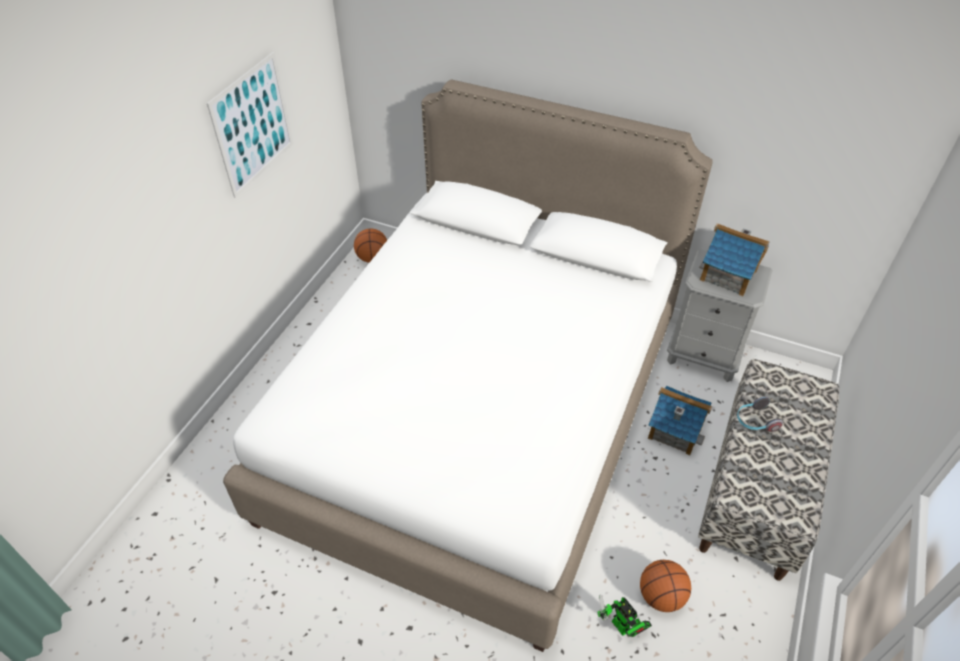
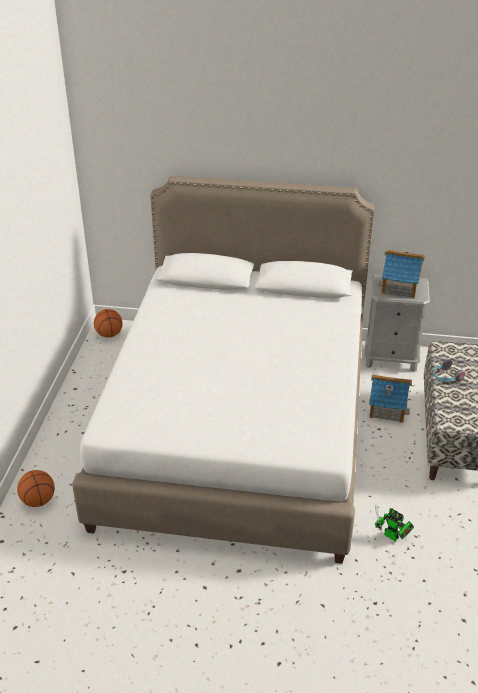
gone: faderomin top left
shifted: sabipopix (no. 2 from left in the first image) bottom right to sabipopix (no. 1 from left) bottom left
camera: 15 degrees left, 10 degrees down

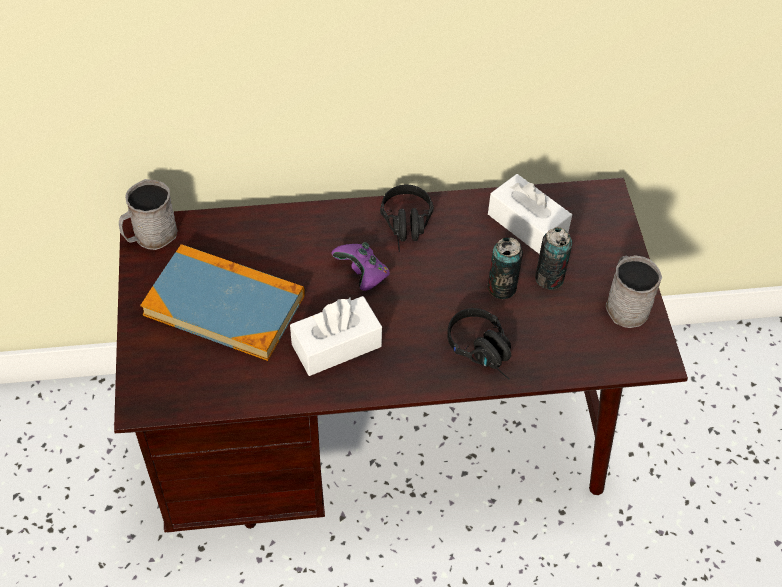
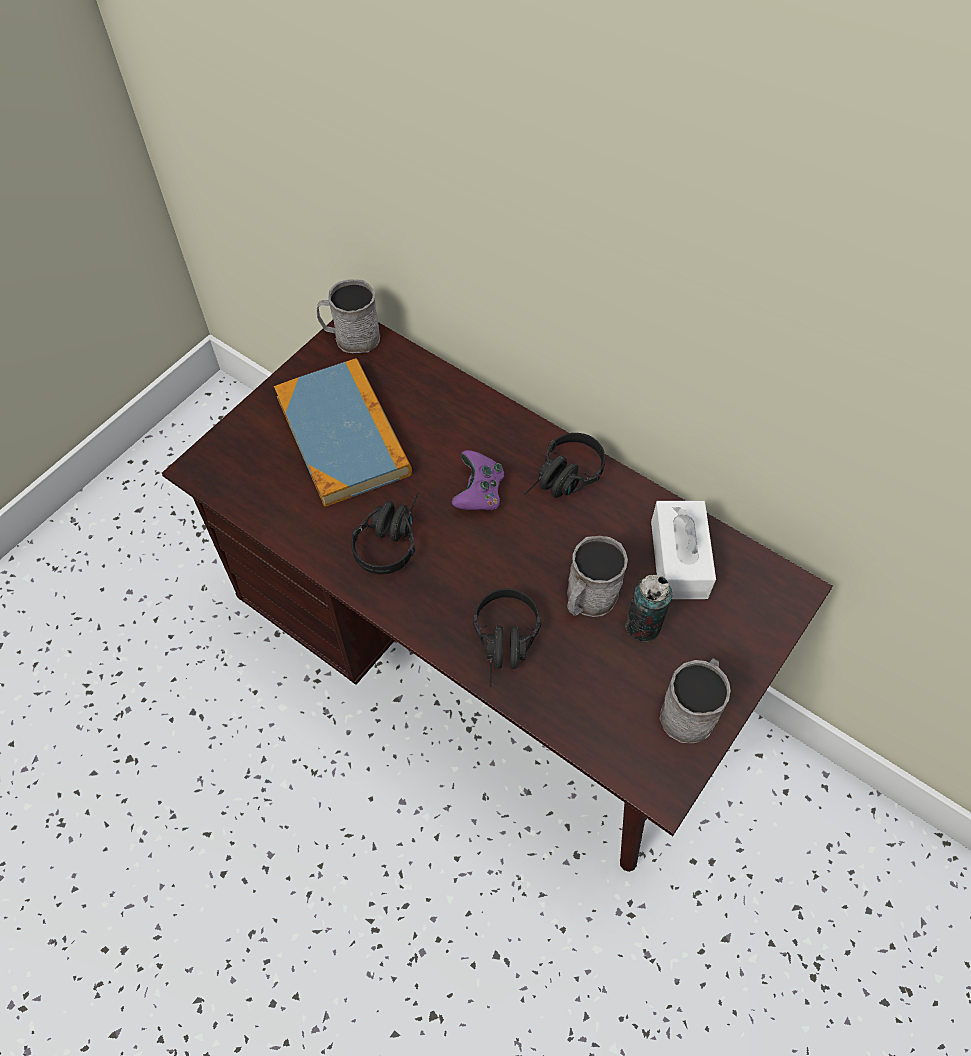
swapped: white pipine (no. 1 from left) centre to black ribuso (no. 1 from left) centre; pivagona (no. 1 from left) centre to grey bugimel (no. 2 from left) centre
camera: 45 degrees right, 5 degrees up

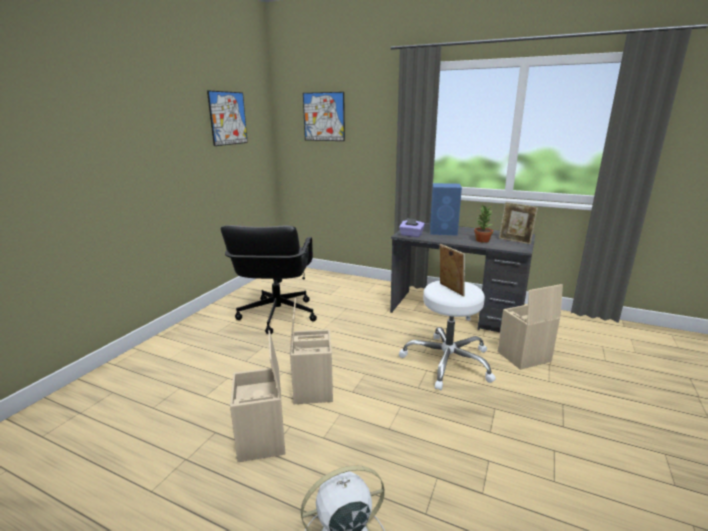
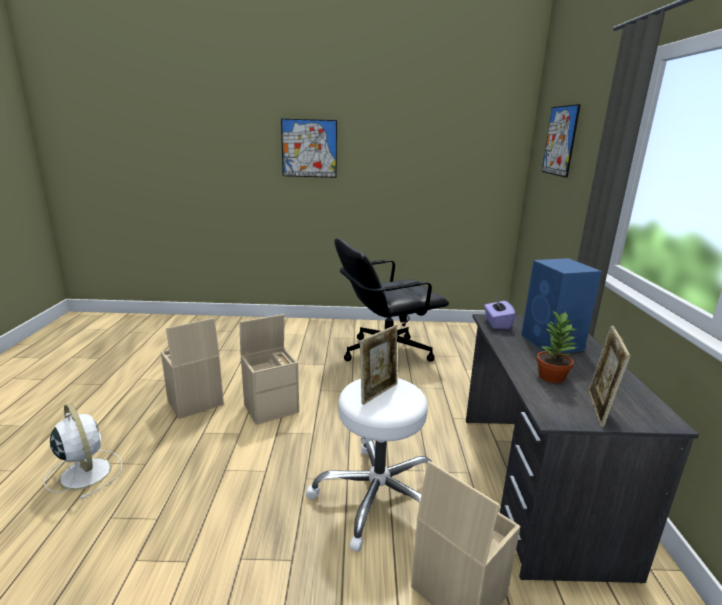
shifted: faderomin (no. 1 from left) top left to top centre
camera: 65 degrees right, 0 degrees up

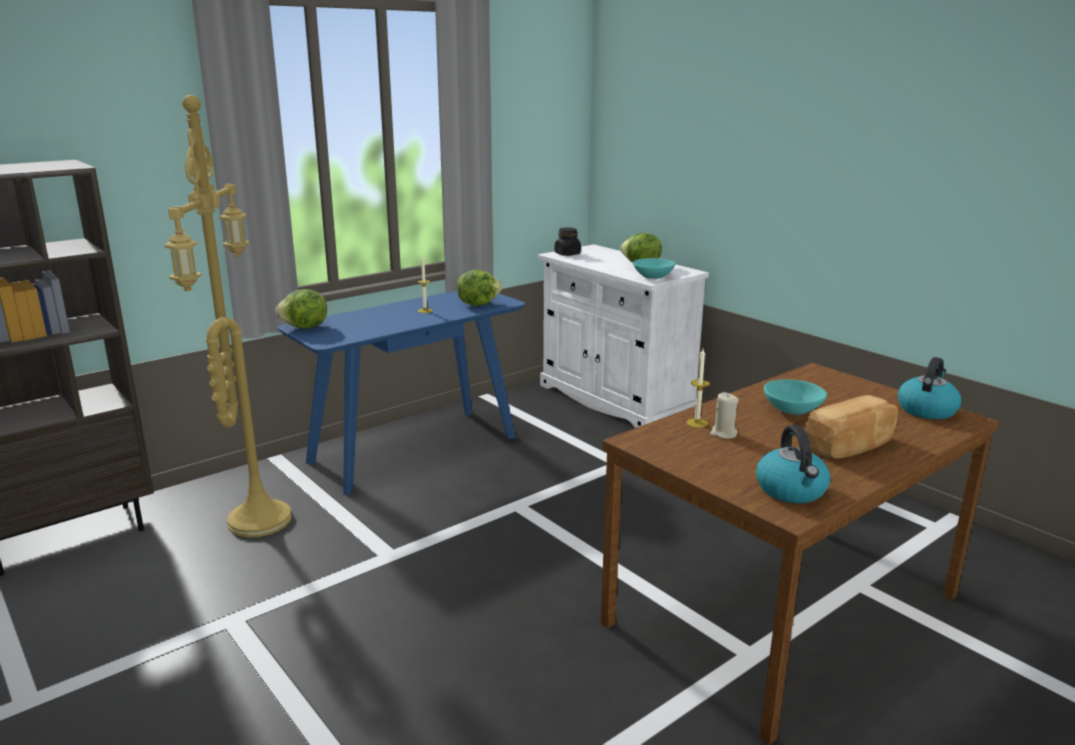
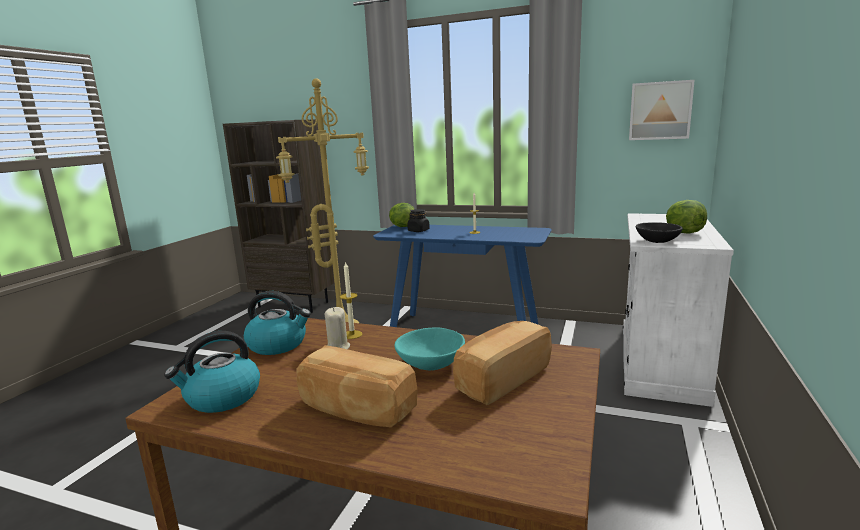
gone: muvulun (no. 2 from left) centre
new: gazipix (no. 2 from left) bottom centre; faderomin top right
shifted: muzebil (no. 2 from left) middle right to middle left; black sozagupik top centre to centre
repainted: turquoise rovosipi (no. 1 from left) centre to black rovosipi middle right
camera: 60 degrees right, 5 degrees down

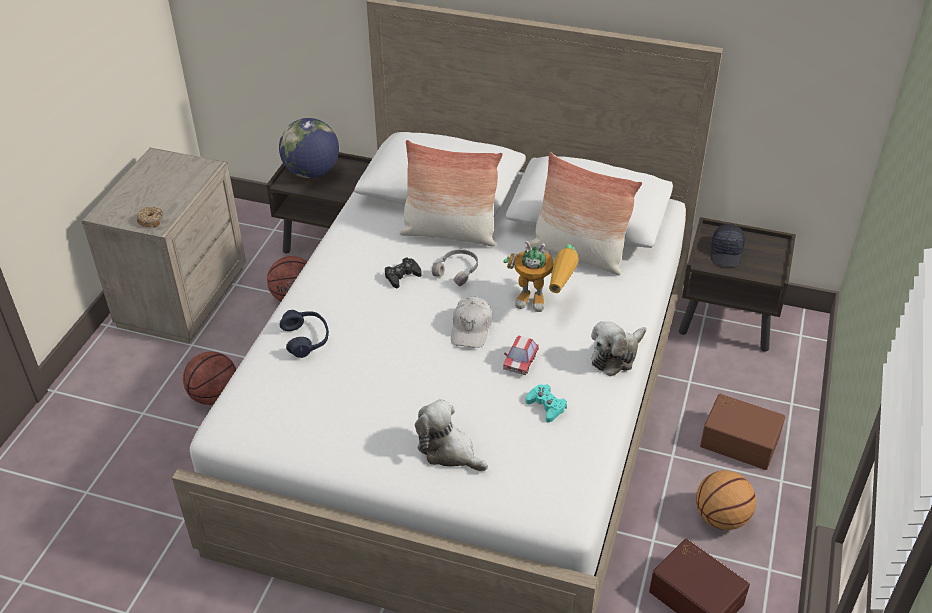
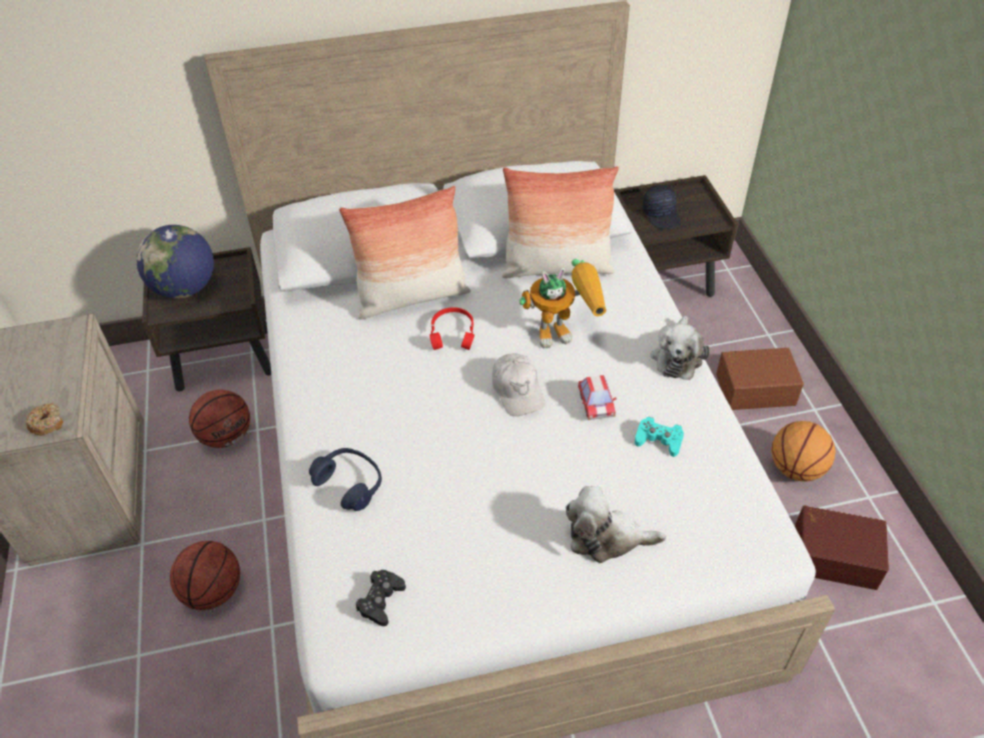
shifted: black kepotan centre to bottom centre
repainted: grey ribuso centre to red ribuso centre
camera: 30 degrees left, 5 degrees up

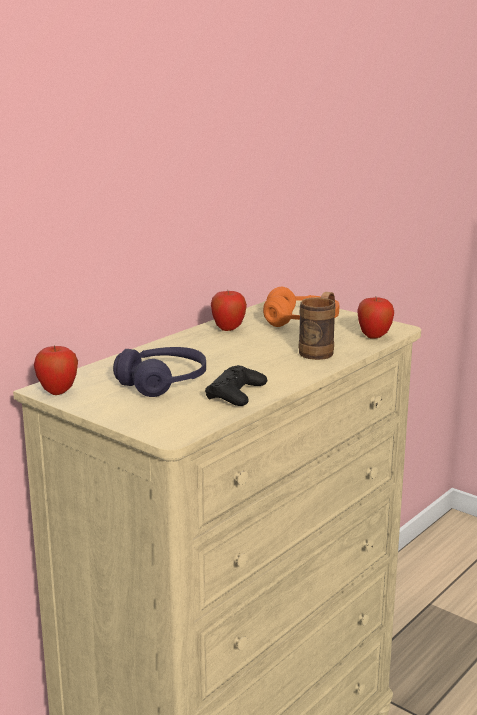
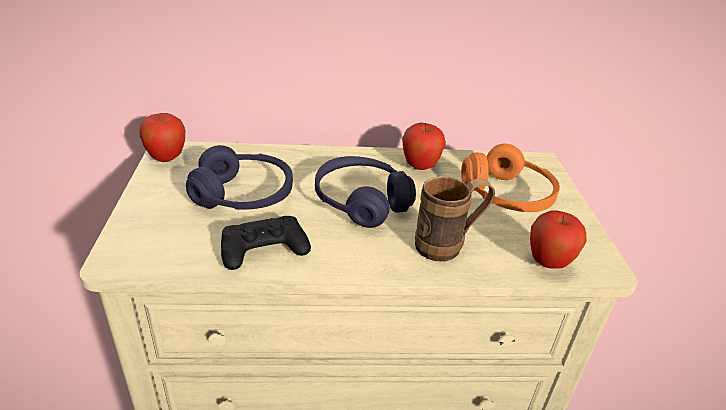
new: purple ribuso (no. 2 from left) centre
camera: 45 degrees right, 15 degrees up

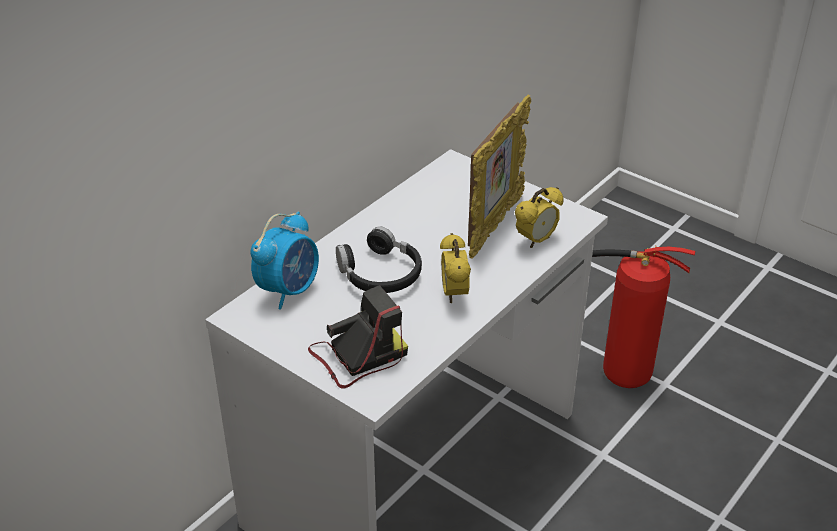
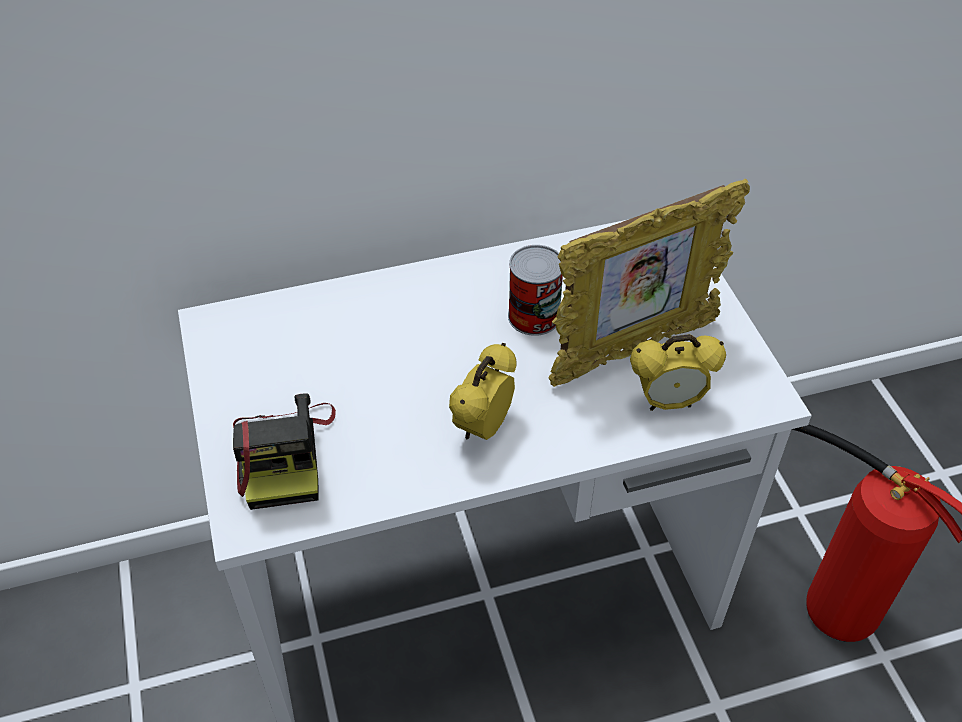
gone: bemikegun (no. 1 from left) centre; black ribuso centre
new: pivagona centre
rotated: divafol centre = middle left 75 degrees clockwise
camera: 35 degrees right, 10 degrees up

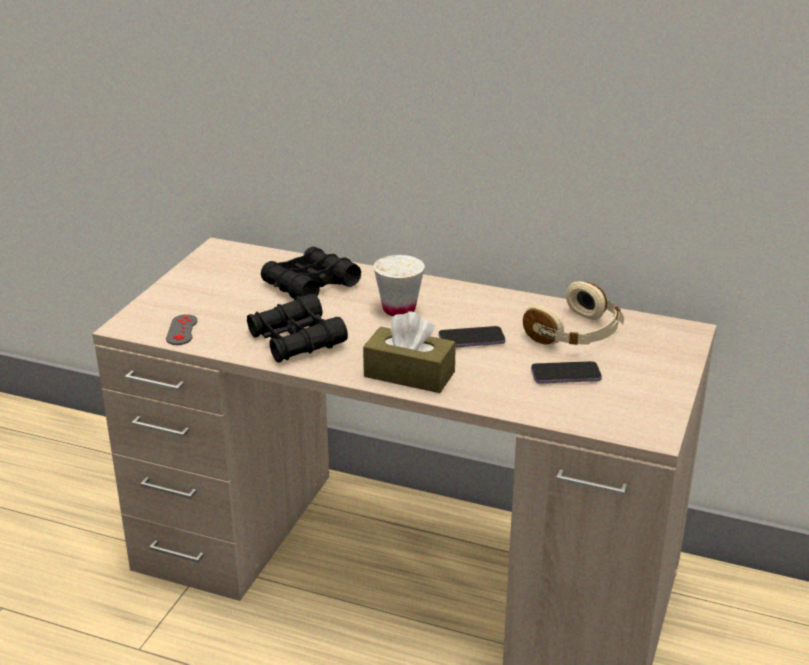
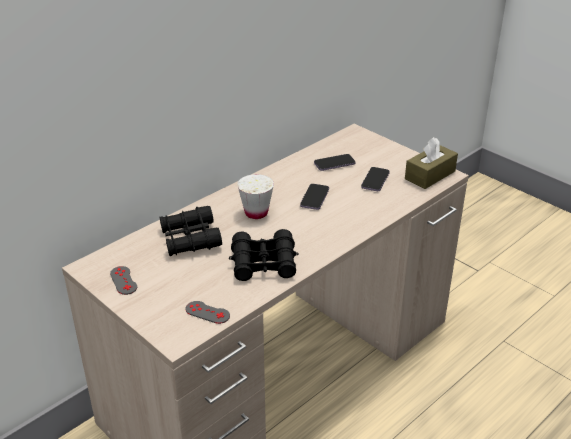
new: grey kepotan (no. 1 from left) middle left
shifted: brown pipine centre to middle right
swapped: beige ribuso middle right to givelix (no. 2 from left) centre
camera: 65 degrees left, 5 degrees up

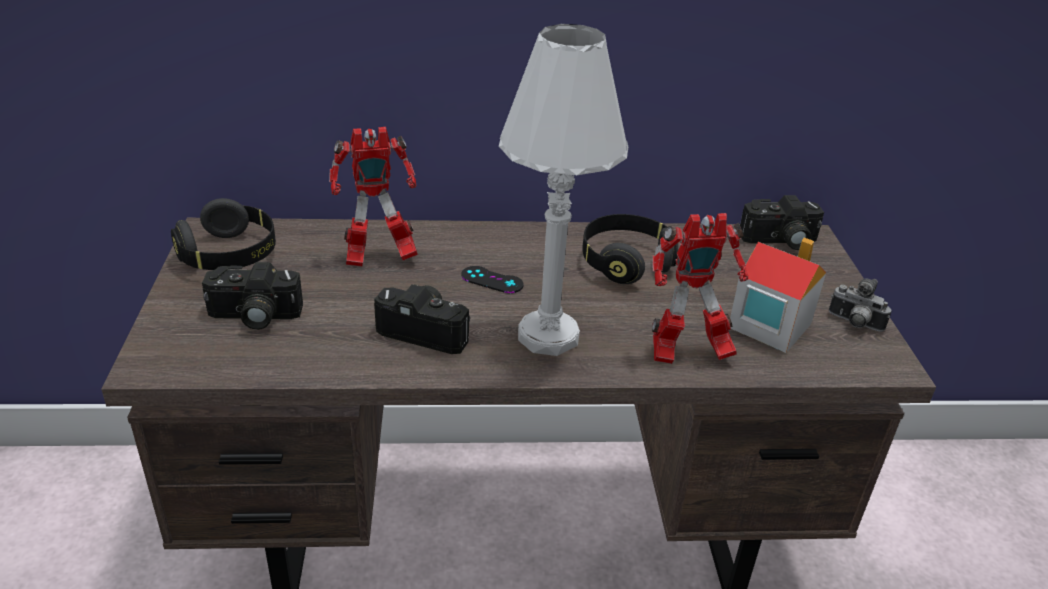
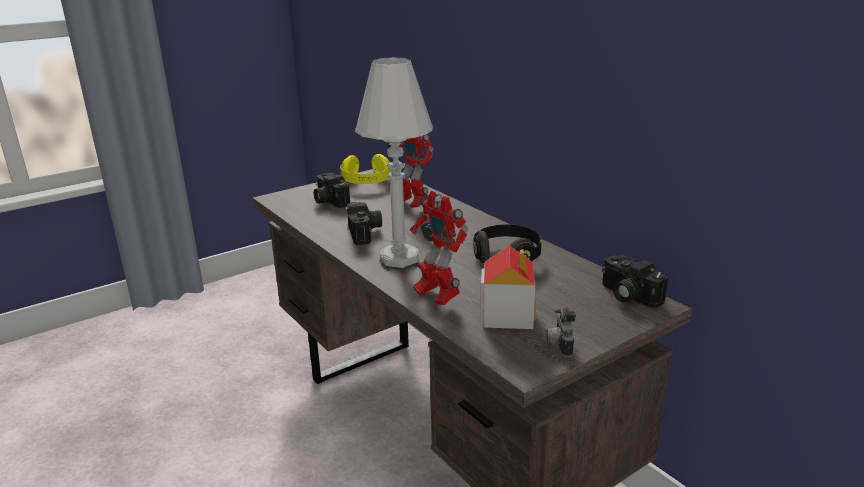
repainted: black ribuso (no. 1 from left) middle left to yellow ribuso centre
camera: 60 degrees right, 10 degrees down

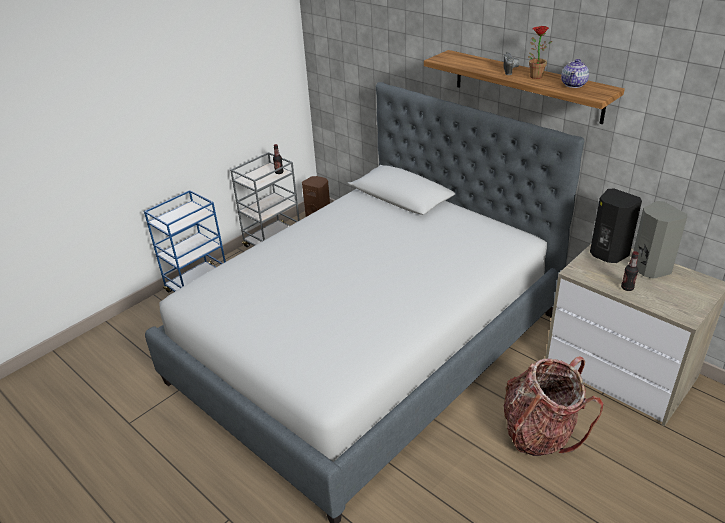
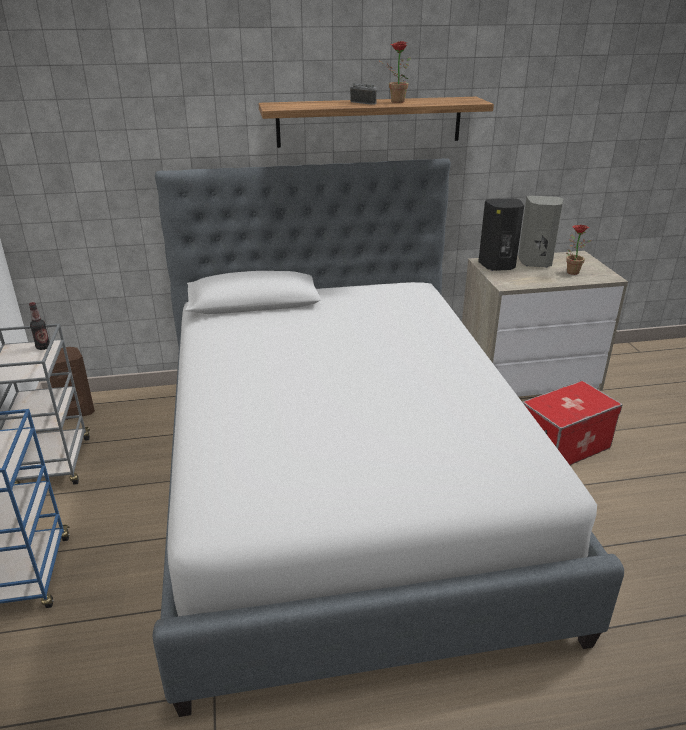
gone: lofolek top right; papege (no. 2 from left) middle right
new: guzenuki (no. 2 from left) middle right
swapped: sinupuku bottom right to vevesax middle right
camera: 55 degrees left, 5 degrees down

